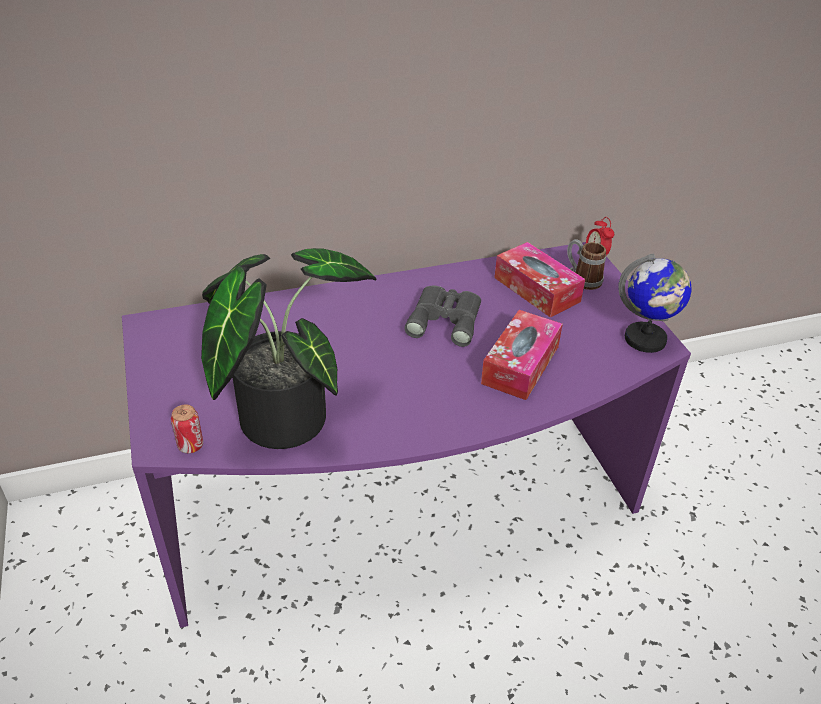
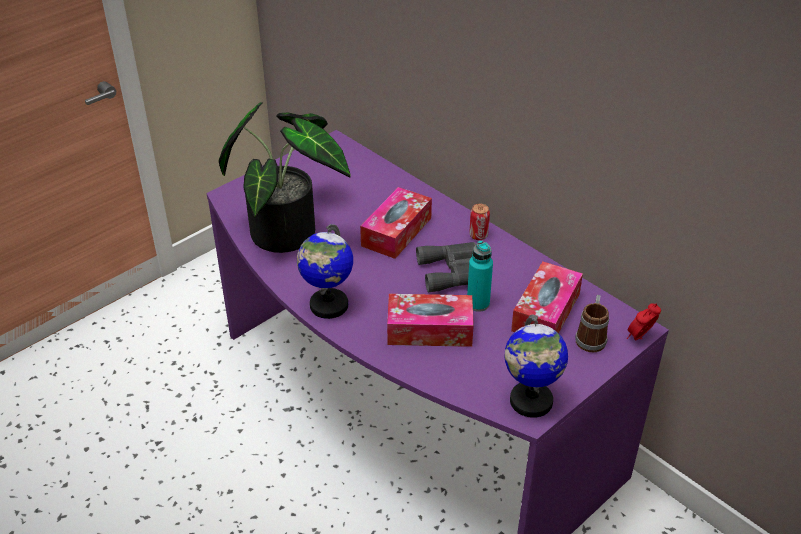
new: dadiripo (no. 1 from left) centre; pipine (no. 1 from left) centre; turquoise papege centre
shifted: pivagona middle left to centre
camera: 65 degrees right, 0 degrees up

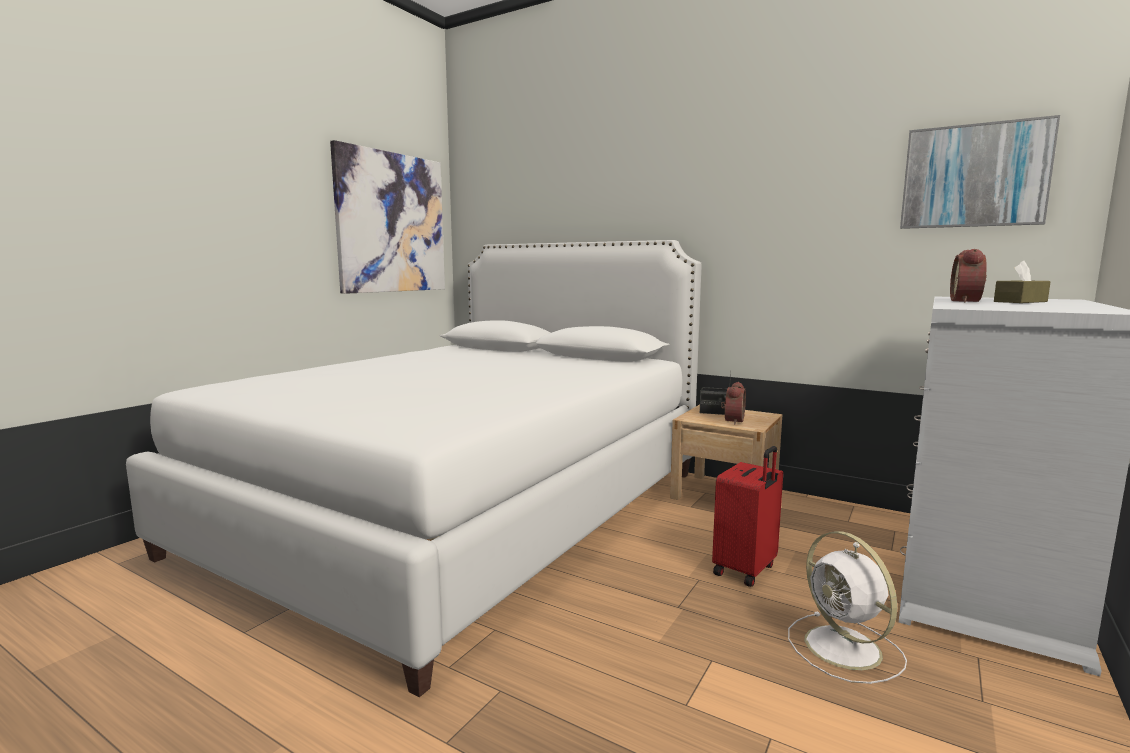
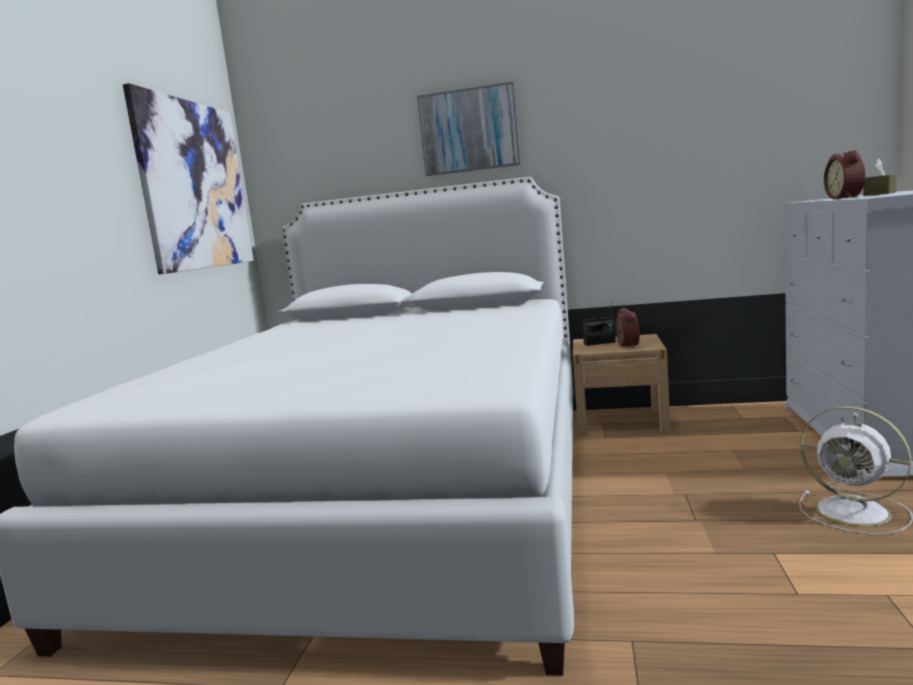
gone: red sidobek bottom centre
shifted: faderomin (no. 2 from left) top right to top centre
camera: 20 degrees left, 0 degrees up

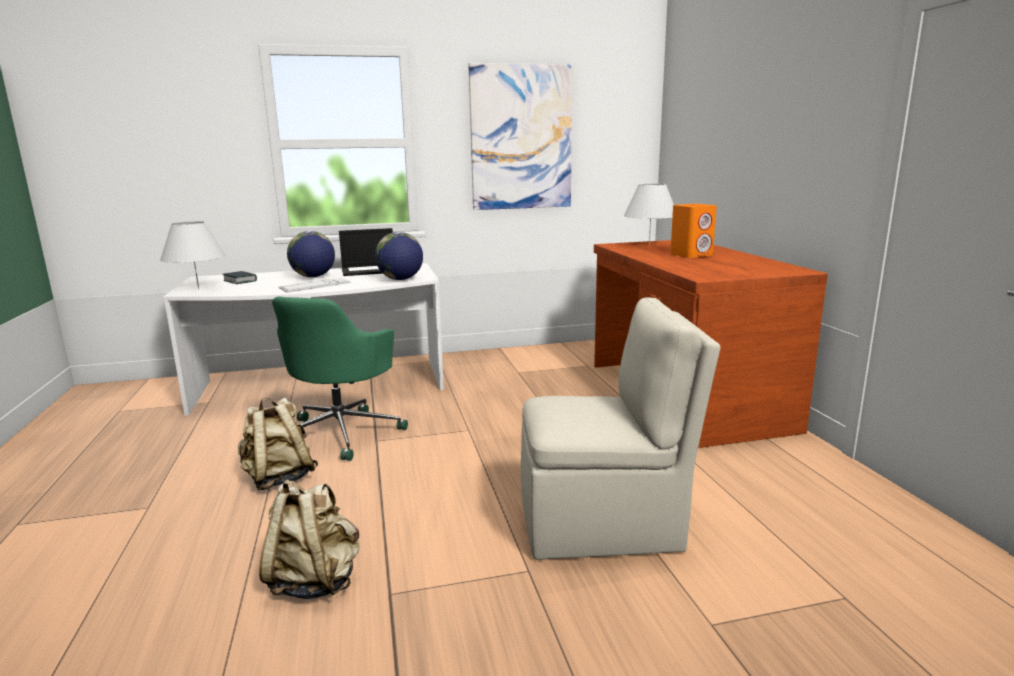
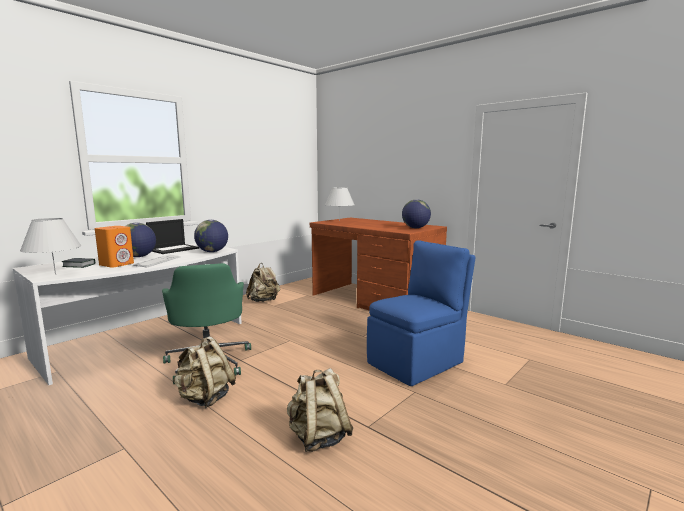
gone: faderomin top centre
new: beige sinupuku (no. 2 from left) centre; dadiripo (no. 3 from left) centre
shifted: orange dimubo middle right to middle left
repainted: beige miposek centre to blue miposek centre
camera: 35 degrees left, 5 degrees down

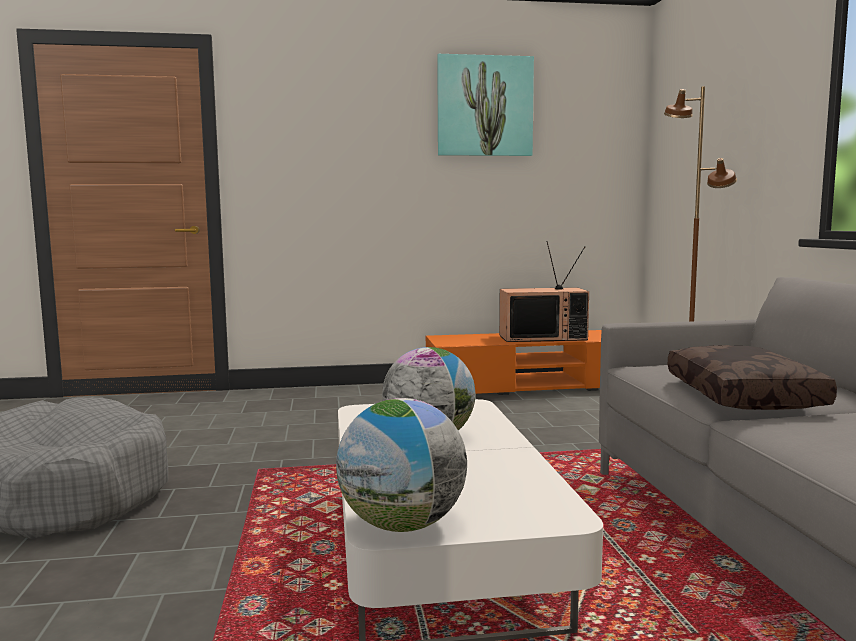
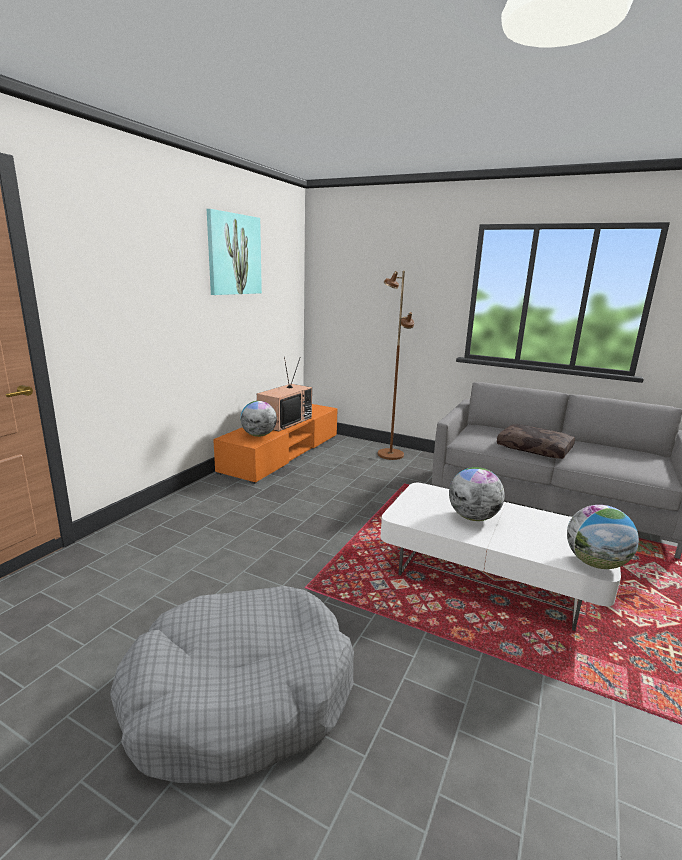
new: dadiripo (no. 1 from left) centre
camera: 55 degrees left, 10 degrees up

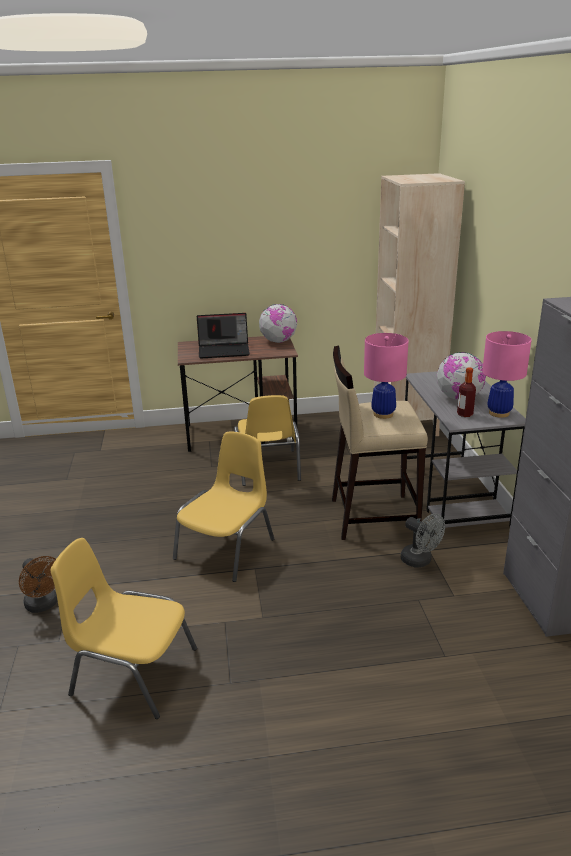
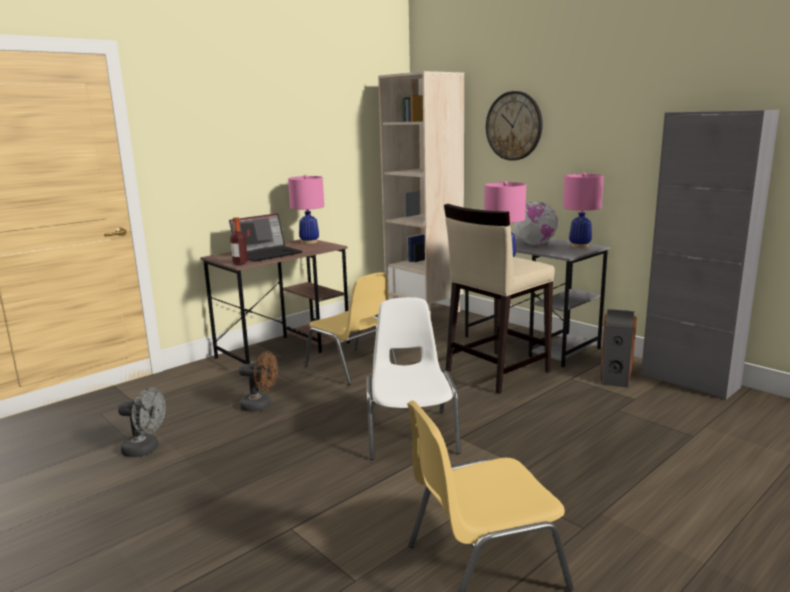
new: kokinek top centre; dimubo middle right
shifted: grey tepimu middle right to bottom left; papege middle right to middle left; brown tepimu bottom left to middle left
swapped: dadiripo (no. 1 from left) centre to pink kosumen (no. 1 from left) centre
repainted: yellow miposek (no. 2 from left) centre to white miposek centre
camera: 35 degrees left, 10 degrees down

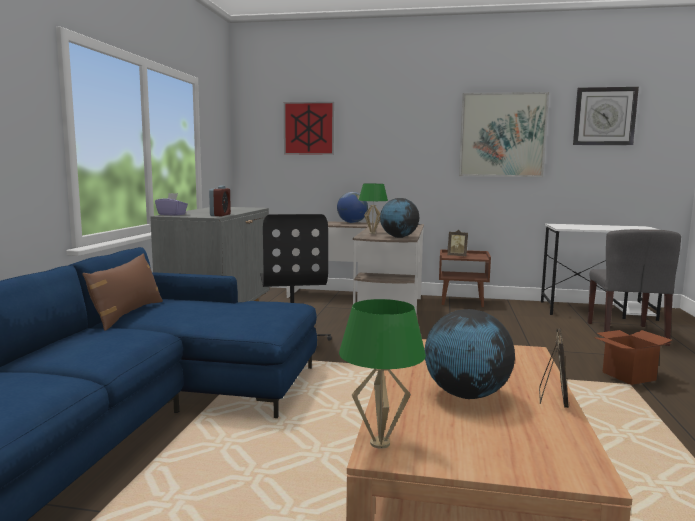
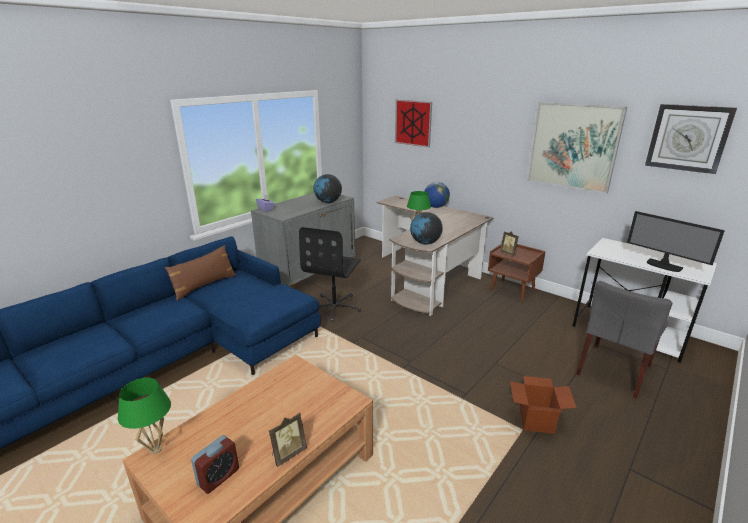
new: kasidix middle right
shifted: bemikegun middle left to bottom left; dadiripo (no. 3 from left in the first image) bottom right to dadiripo (no. 1 from left) centre
camera: 30 degrees right, 15 degrees up

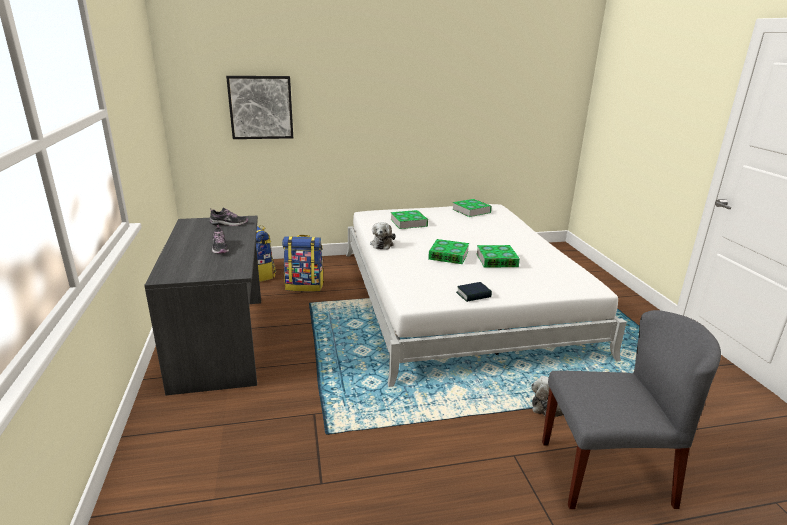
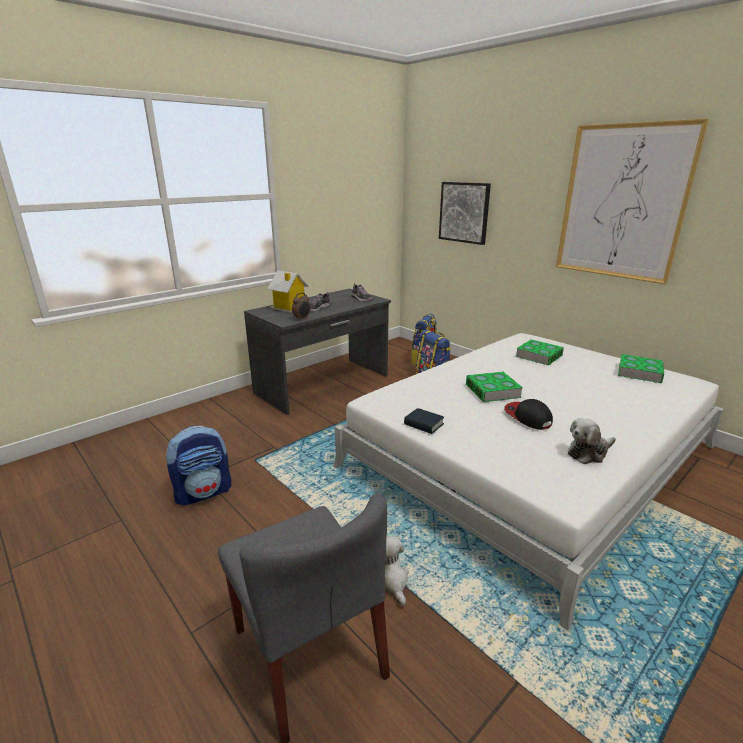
new: sinupuku (no. 1 from left) middle left; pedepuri centre; bemikegun centre; faderomin (no. 2 from left) top right
shifted: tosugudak (no. 1 from left in the first image) centre to tosugudak (no. 2 from left) middle right
swapped: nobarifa (no. 5 from left) centre to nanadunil middle right
camera: 60 degrees right, 0 degrees up

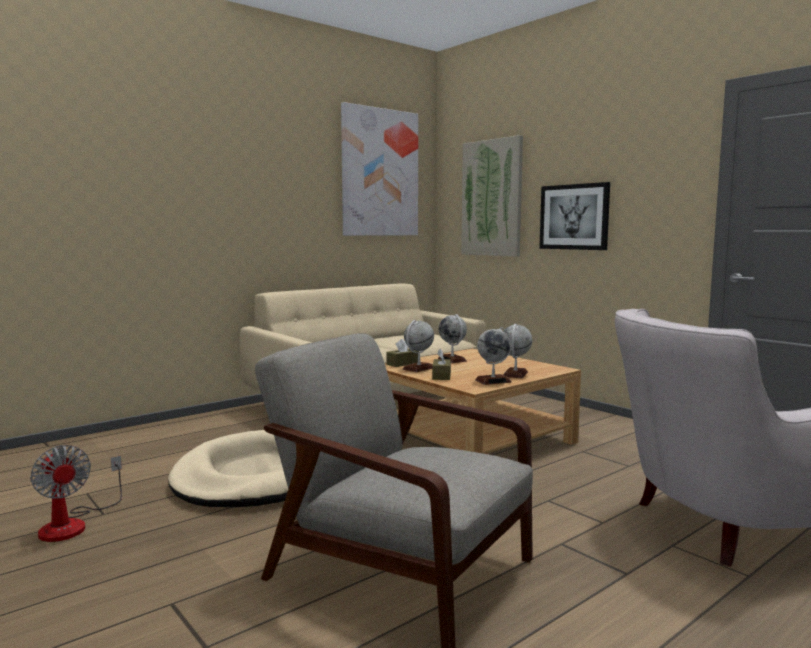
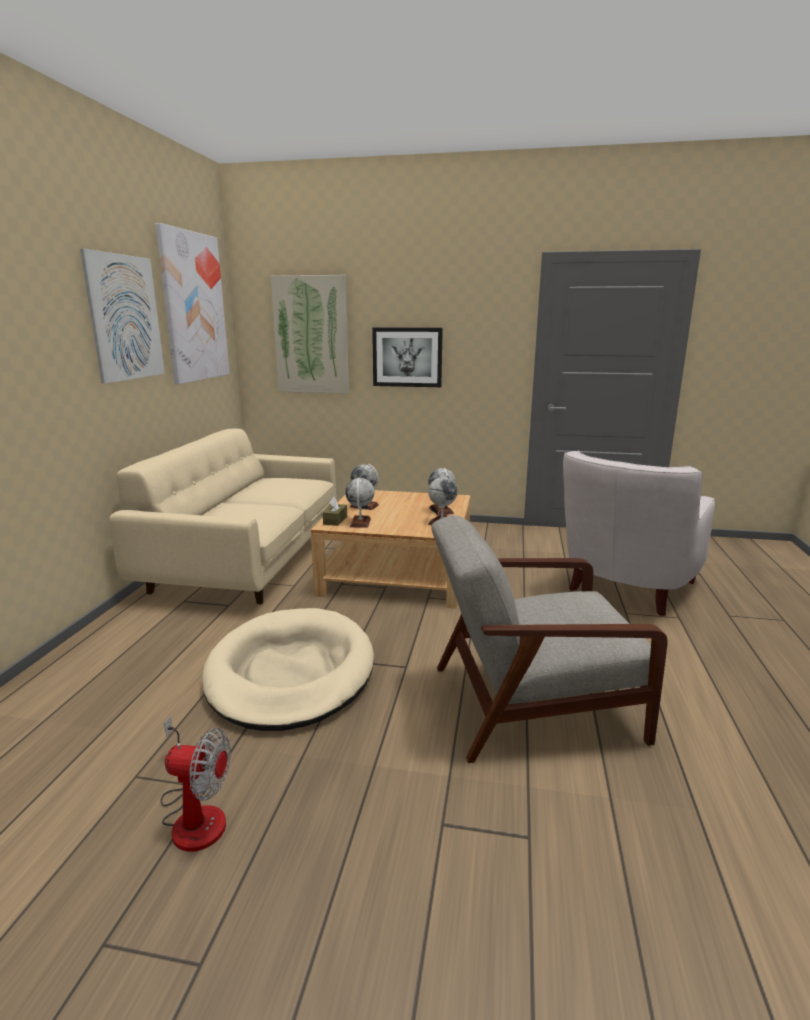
gone: brown pipine (no. 2 from left) centre
new: faderomin (no. 1 from left) top left
camera: 40 degrees left, 10 degrees up

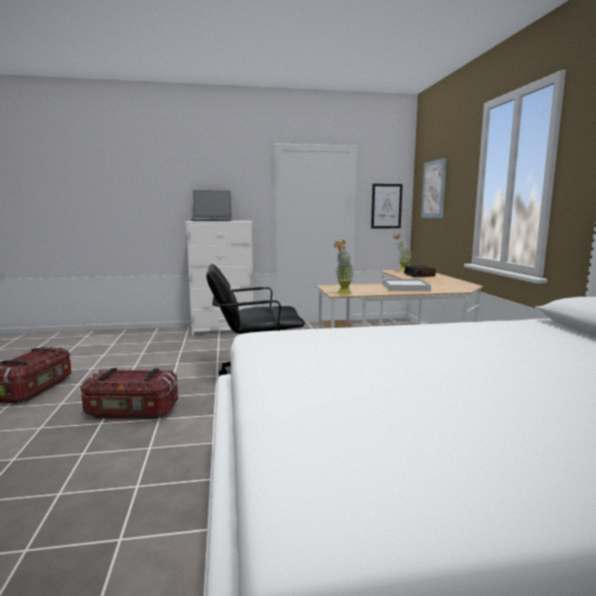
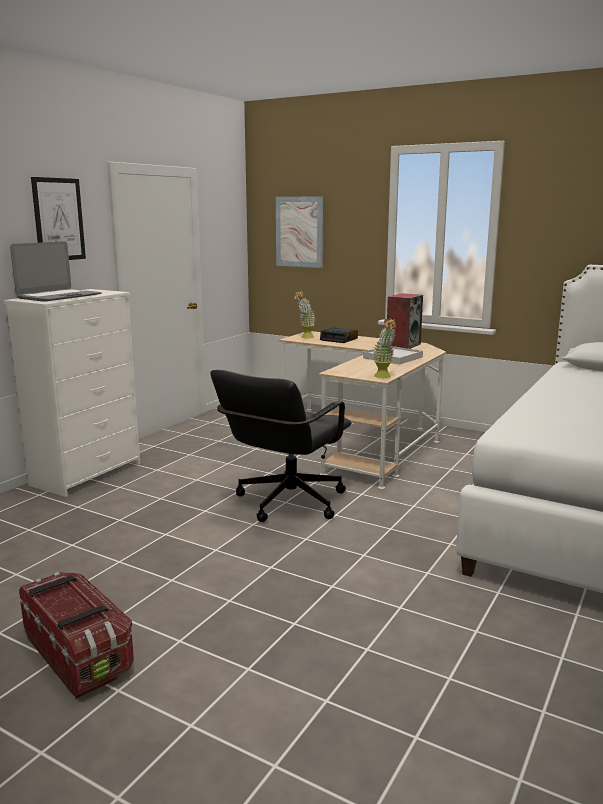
gone: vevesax (no. 2 from left) middle left
new: dimubo middle right
shifted: faderomin (no. 1 from left) centre to top left
camera: 50 degrees left, 5 degrees up

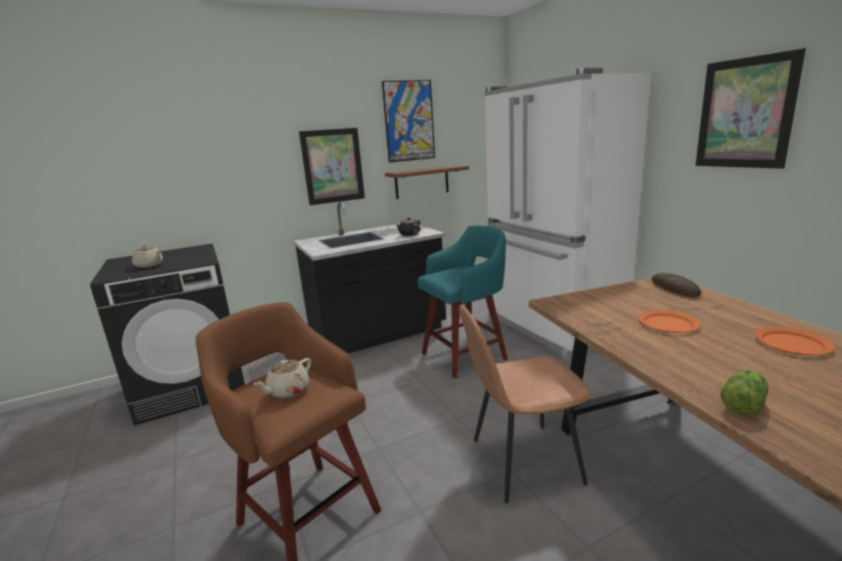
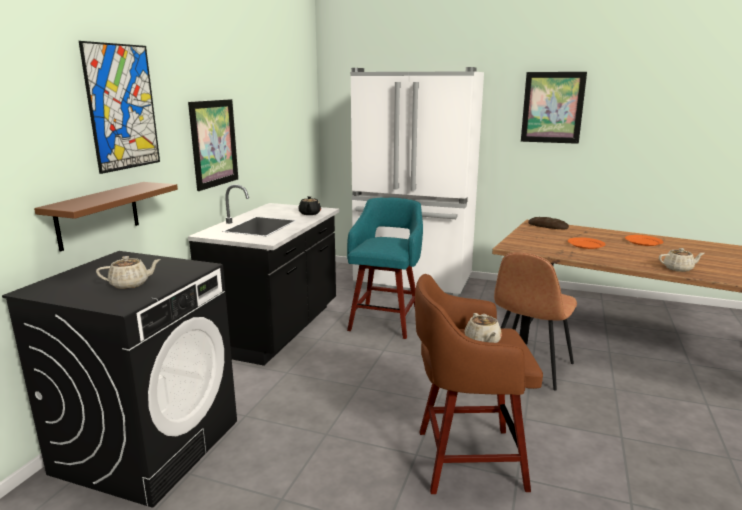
shifted: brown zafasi top centre to middle left; faderomin (no. 2 from left in the first image) top centre to faderomin (no. 1 from left) top left
swapped: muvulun bottom right to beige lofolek (no. 3 from left) middle right
camera: 45 degrees left, 0 degrees up

